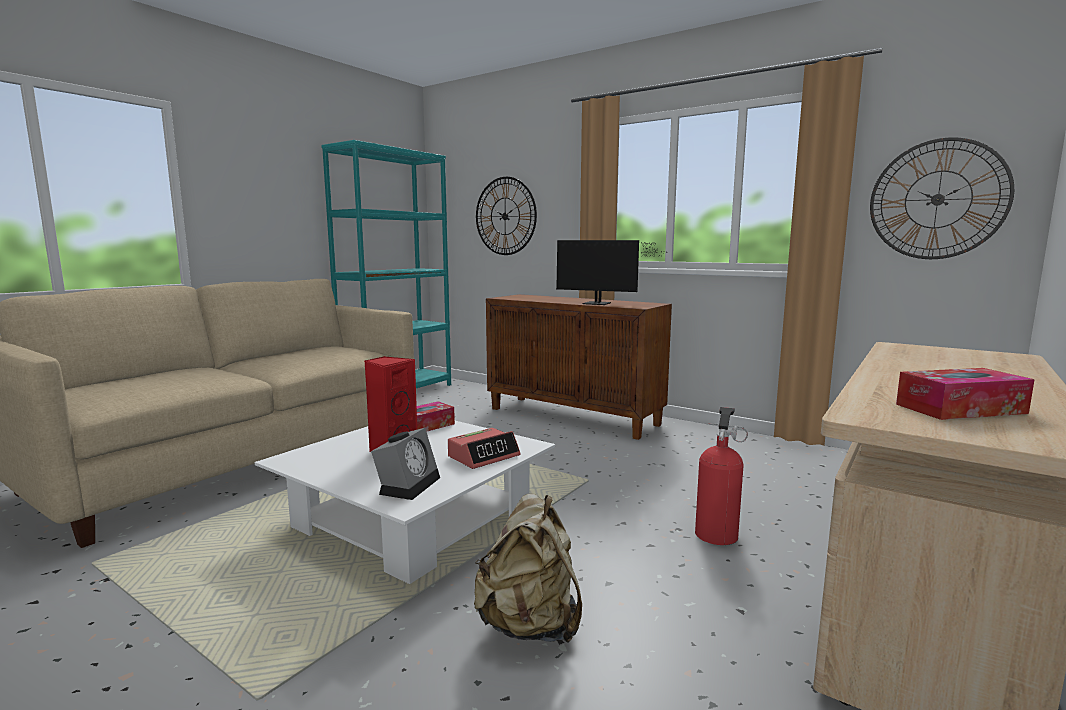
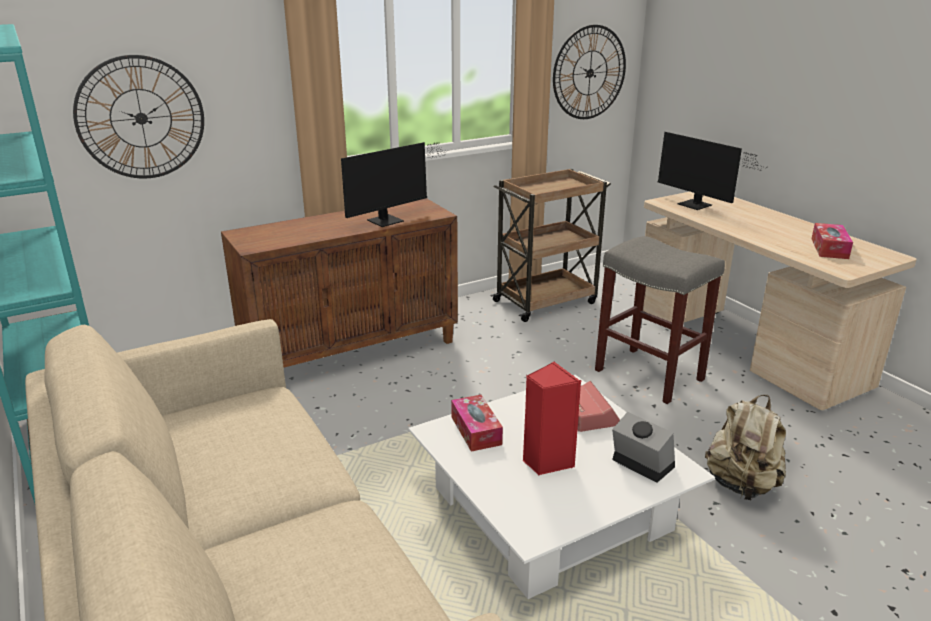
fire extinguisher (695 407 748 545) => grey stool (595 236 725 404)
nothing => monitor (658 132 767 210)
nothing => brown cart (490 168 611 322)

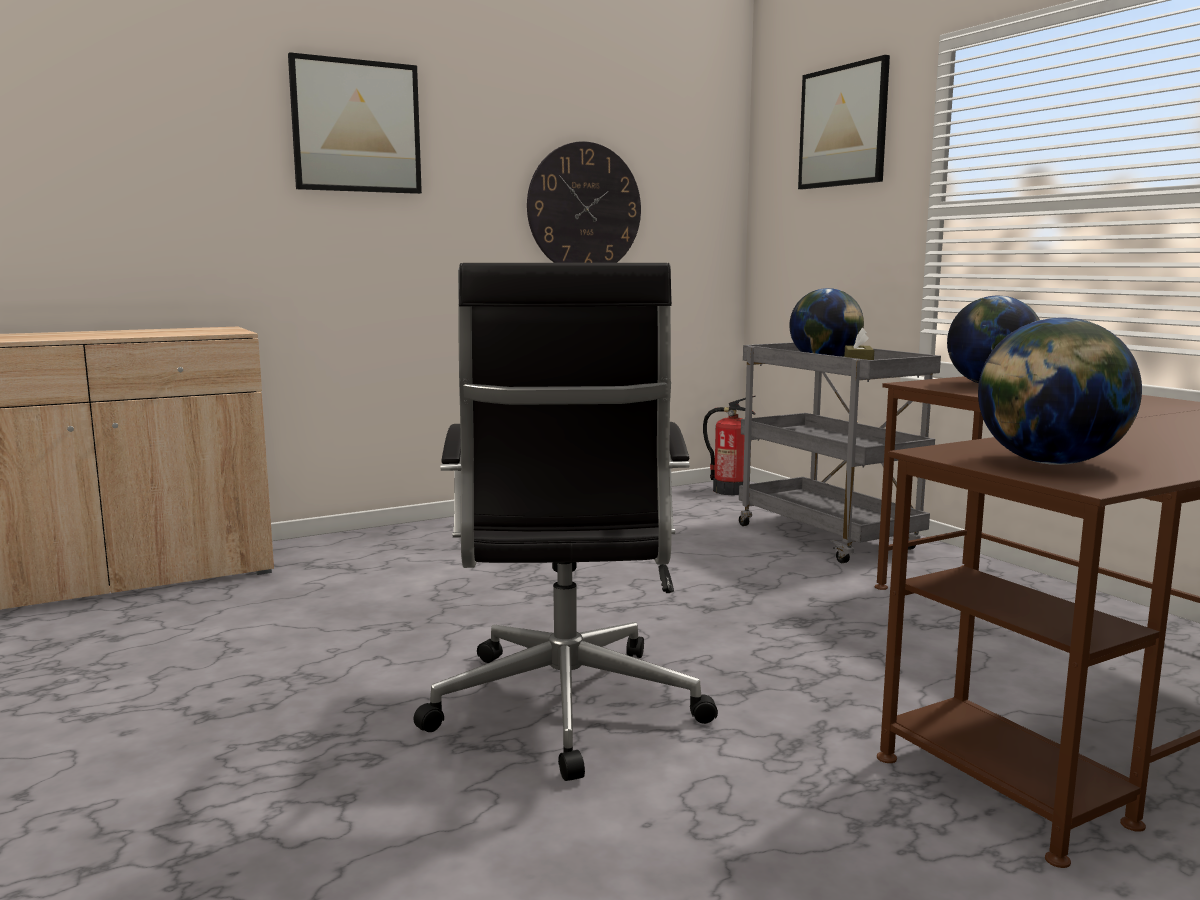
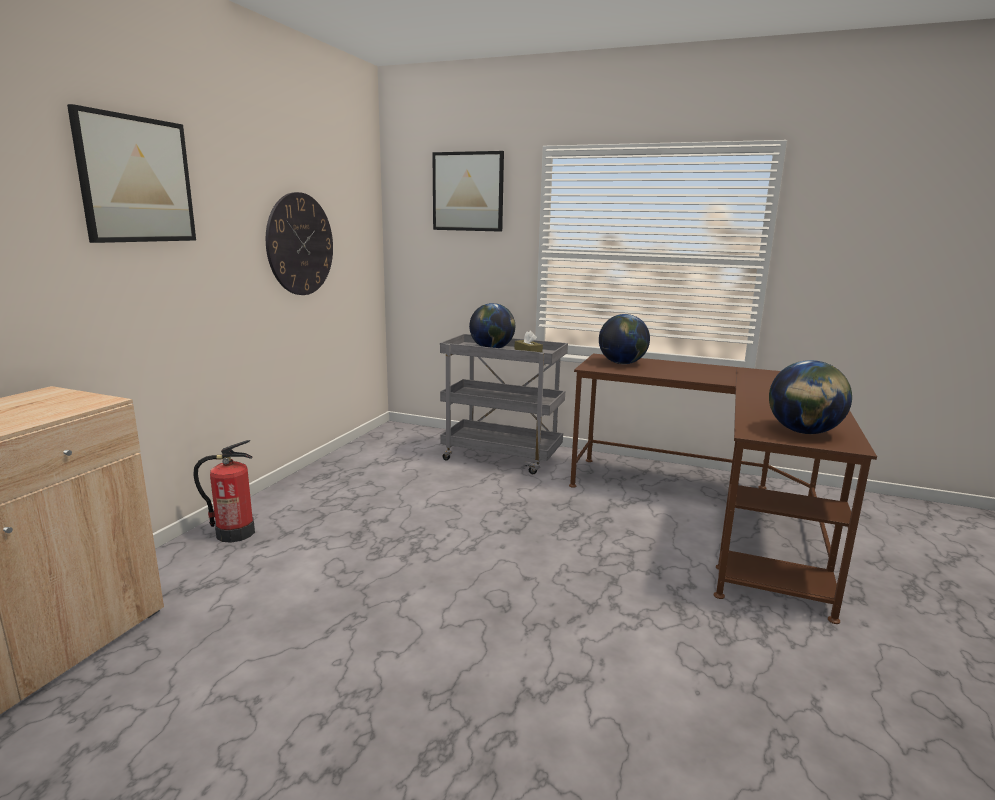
black office chair (413 263 718 781) => nothing
fire extinguisher (703 396 755 495) => fire extinguisher (193 440 255 543), move

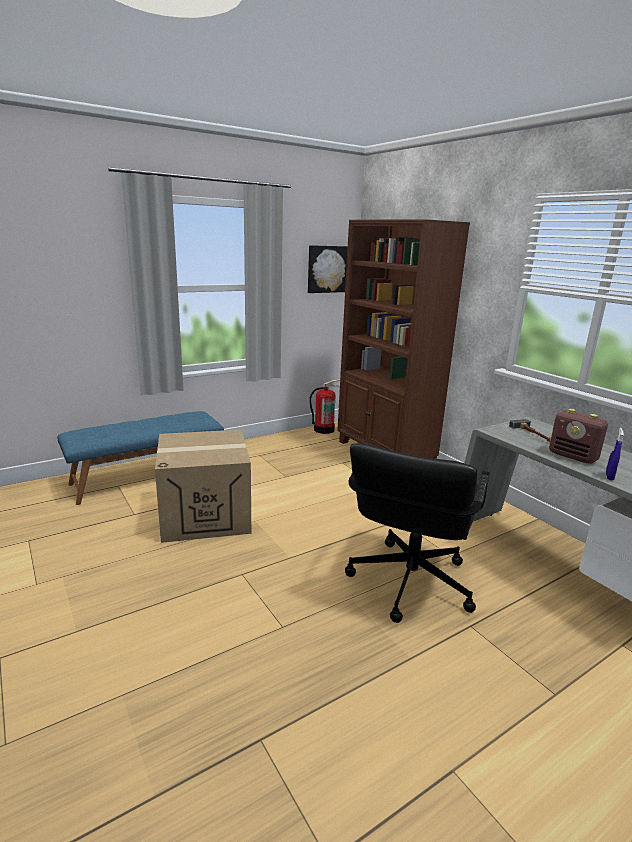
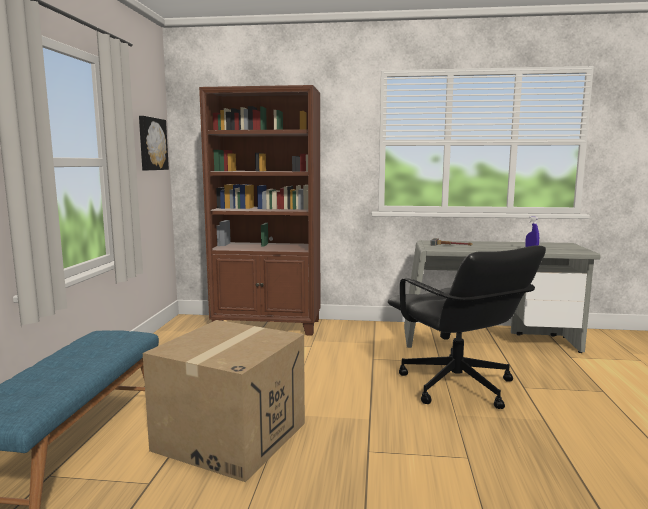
fire extinguisher (309 379 340 434) => nothing
radio (549 409 608 464) => nothing

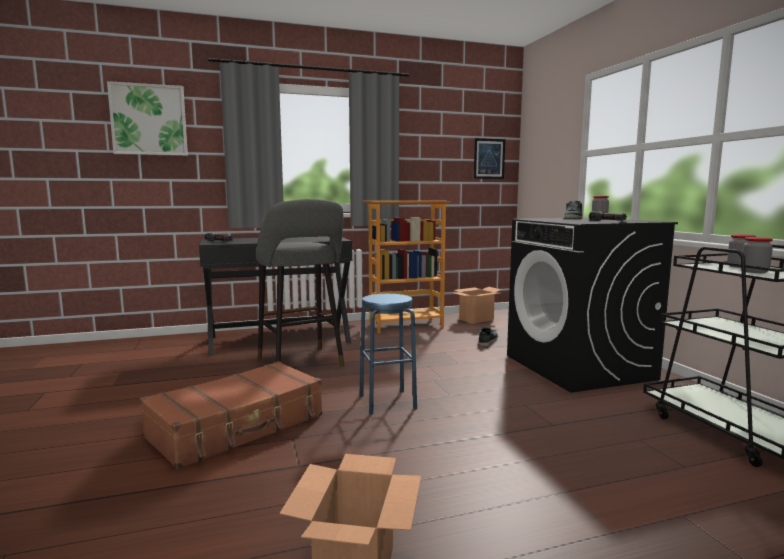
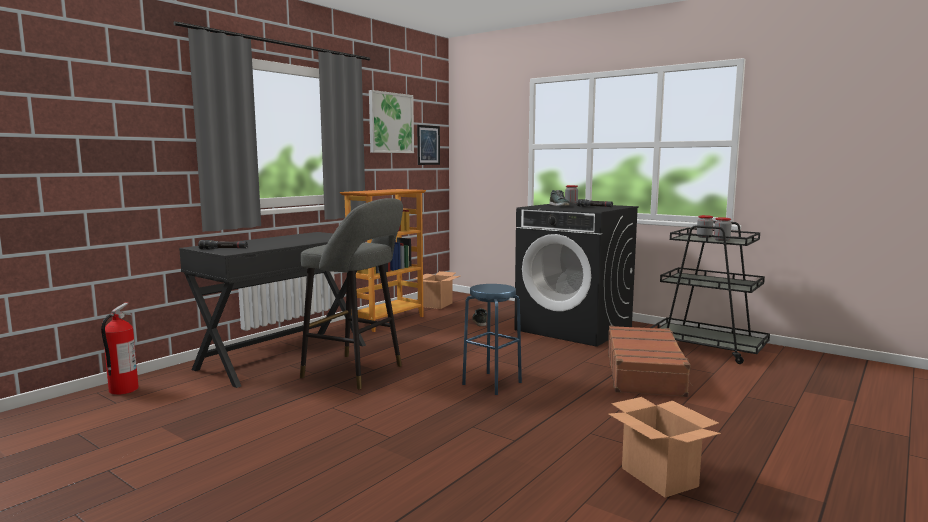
picture (107 81 188 156) => picture (369 90 414 153), move
brown suitcase (140 361 322 469) => brown suitcase (608 326 692 397), move
nothing => fire extinguisher (101 302 139 395)

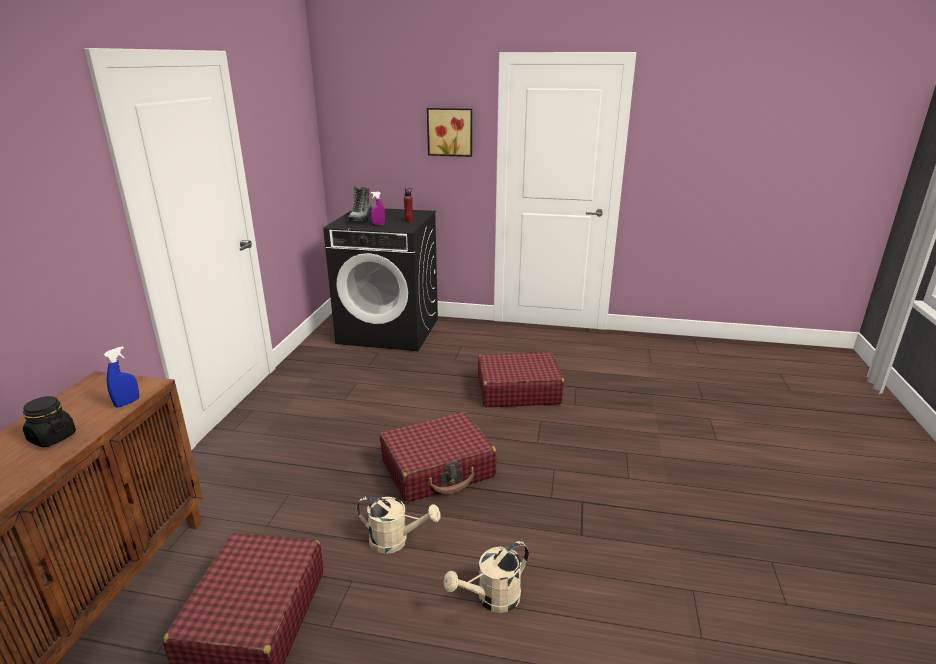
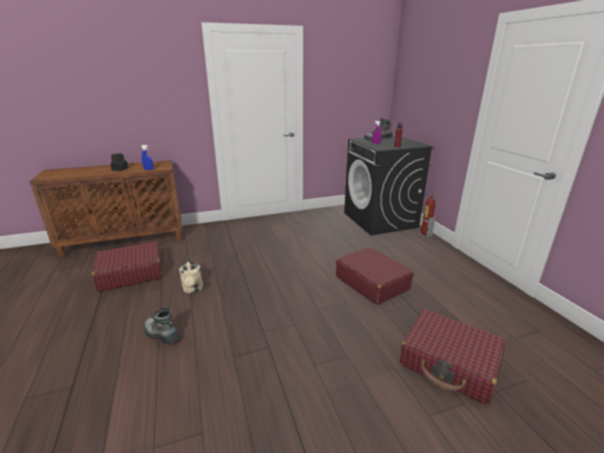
picture (427 108 472 157) => nothing
red suitcase (380 412 496 502) => red suitcase (400 309 506 405), move
beige watering can (443 541 529 613) => boot (144 306 180 345)
nothing => fire extinguisher (418 193 436 238)

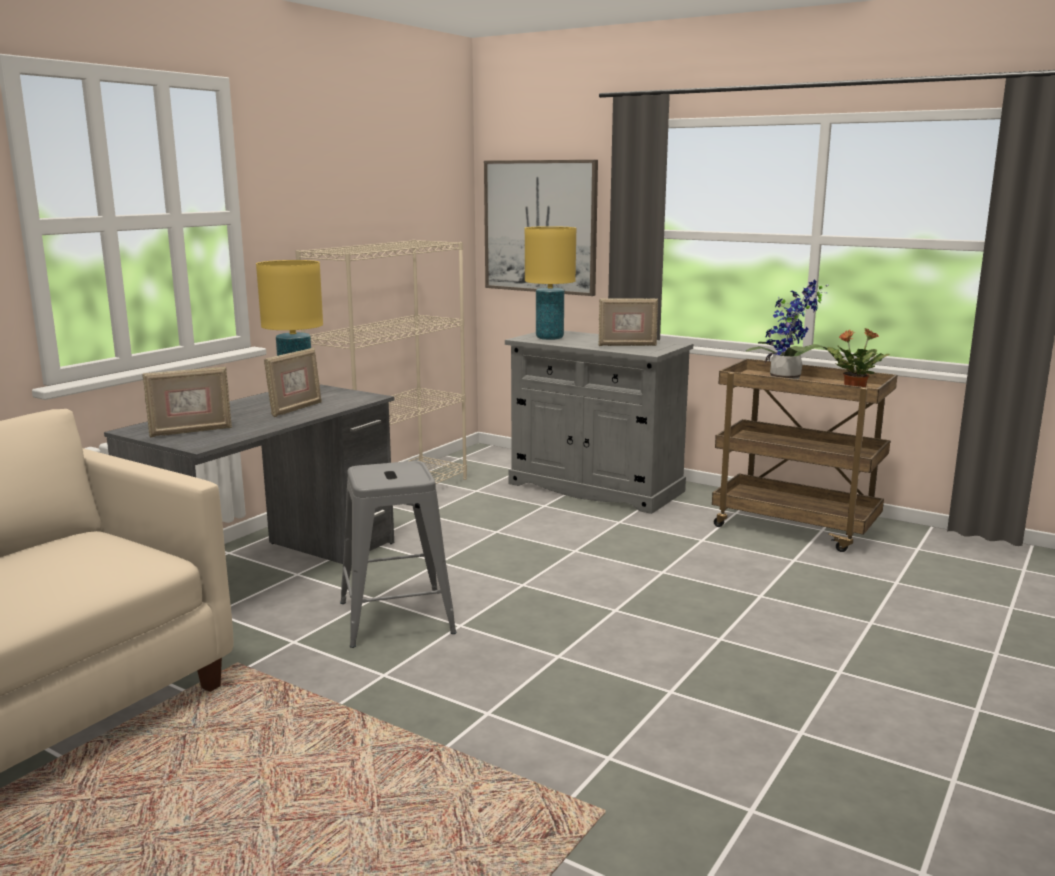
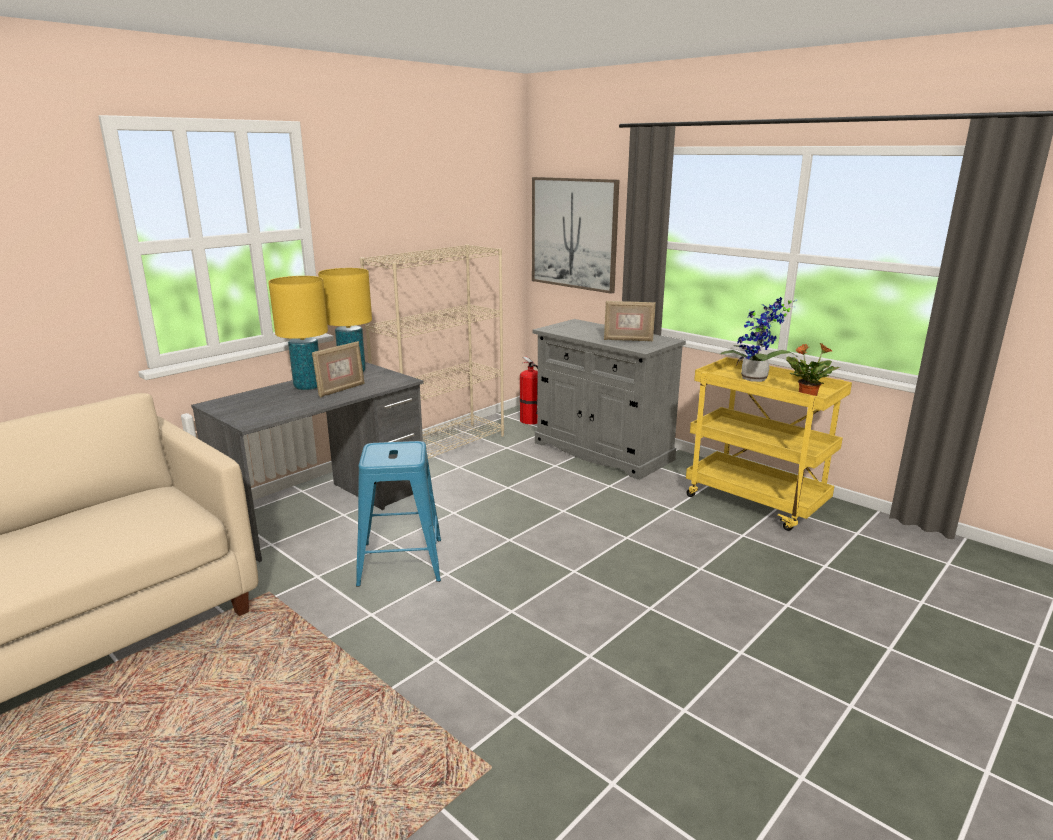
yellow table lamp (525 226 576 340) => yellow table lamp (268 276 328 390), move
brown cart (712 359 898 552) => yellow cart (686 357 852 531)
picture frame (142 366 232 437) => nothing
grey stool (340 461 456 648) => blue stool (356 441 441 587)
nothing => fire extinguisher (520 357 538 424)

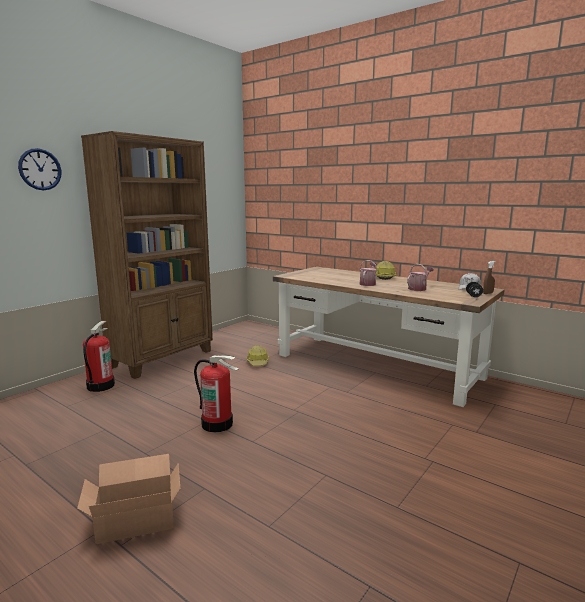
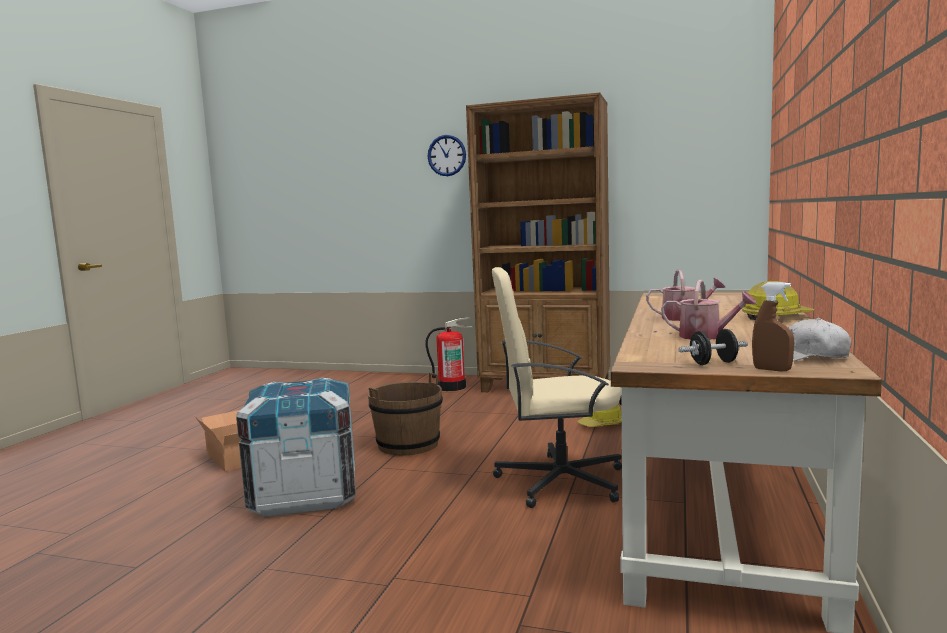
fire extinguisher (194 355 239 433) => brown bucket (368 373 443 456)
nothing => beige office chair (492 267 622 508)
nothing => crate (236 378 356 516)

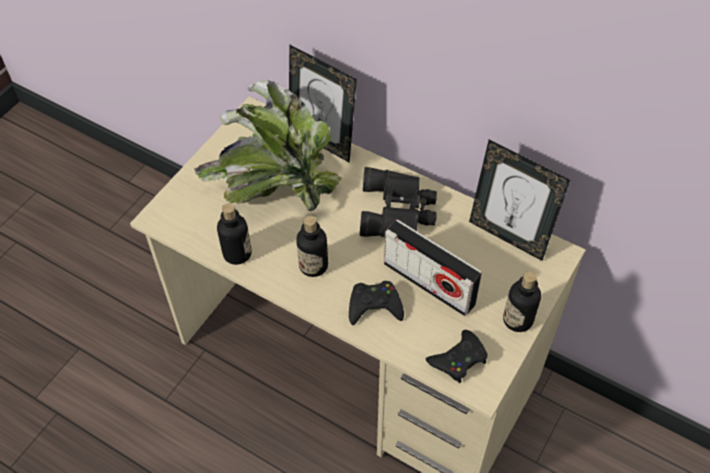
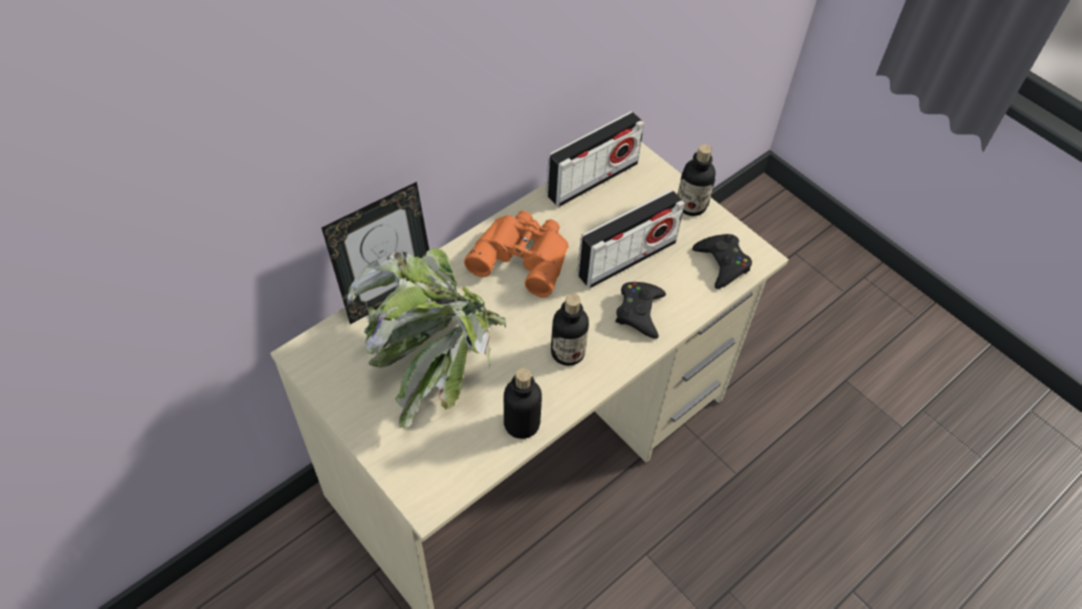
picture frame (469 140 570 261) => radio (546 111 644 207)
black binoculars (360 167 437 237) => orange binoculars (464 211 568 298)

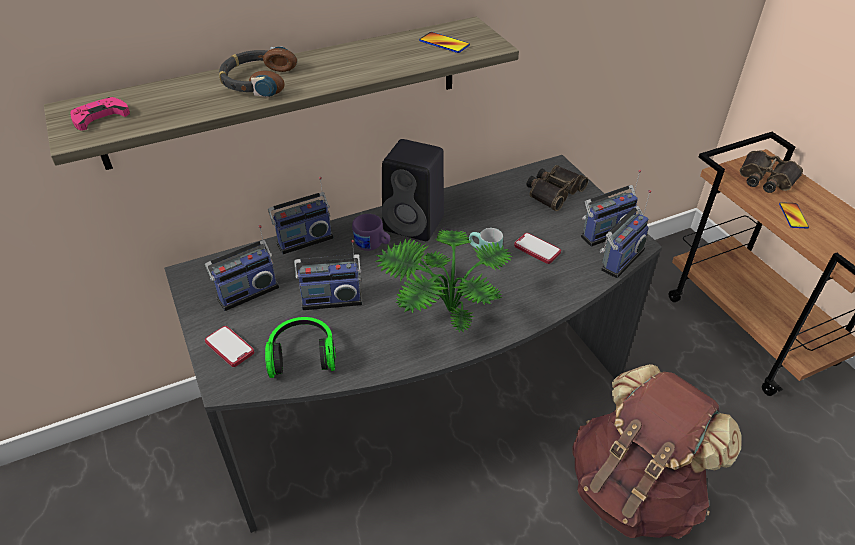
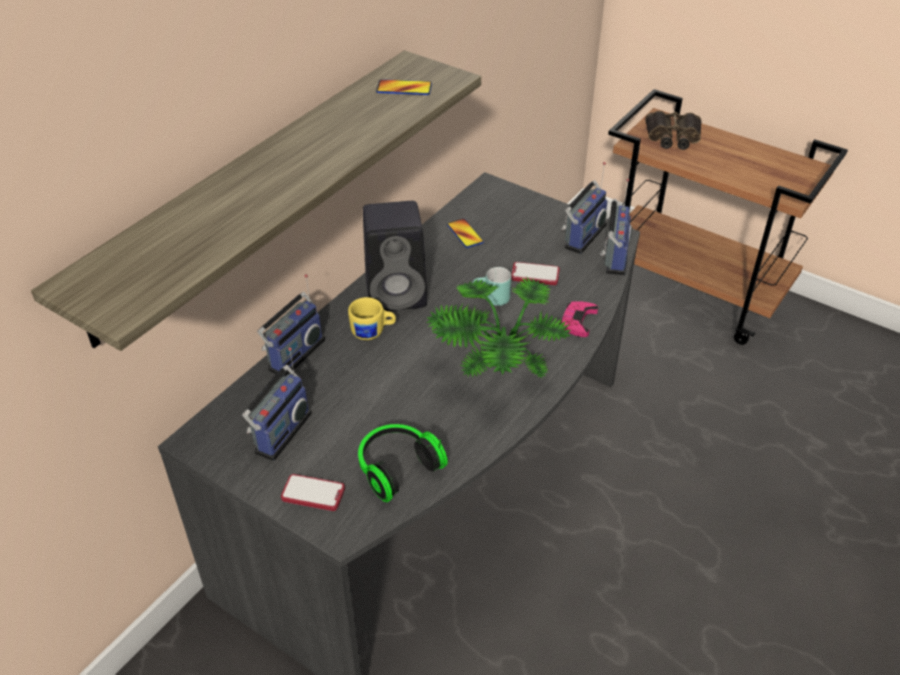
headphones (219 46 297 98) => nothing
pink game controller (70 97 130 131) => pink game controller (559 301 598 337), move
binoculars (526 165 588 211) => nothing
phone (779 202 809 228) => phone (447 218 484 248), move
purple mug (352 214 390 251) => yellow mug (348 297 396 340)
radio (294 240 362 310) => nothing
brown backpack (573 364 741 539) => nothing

